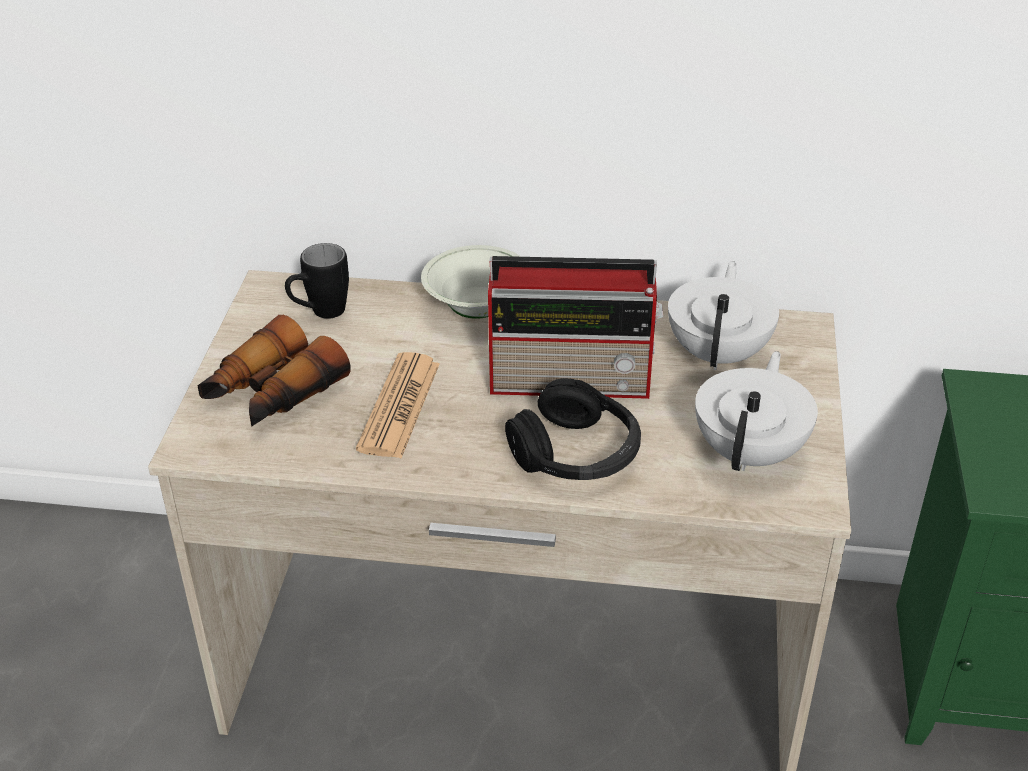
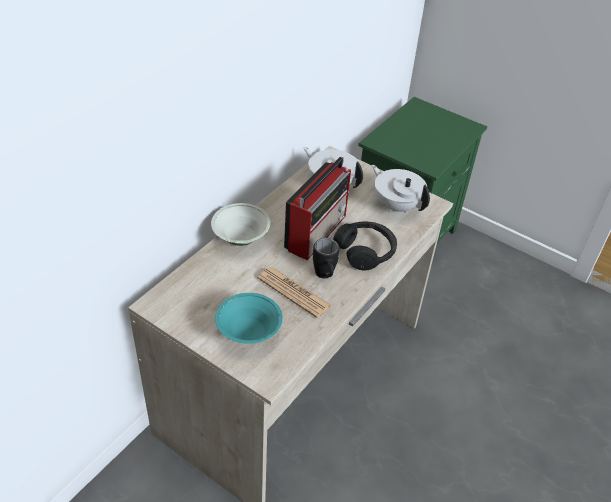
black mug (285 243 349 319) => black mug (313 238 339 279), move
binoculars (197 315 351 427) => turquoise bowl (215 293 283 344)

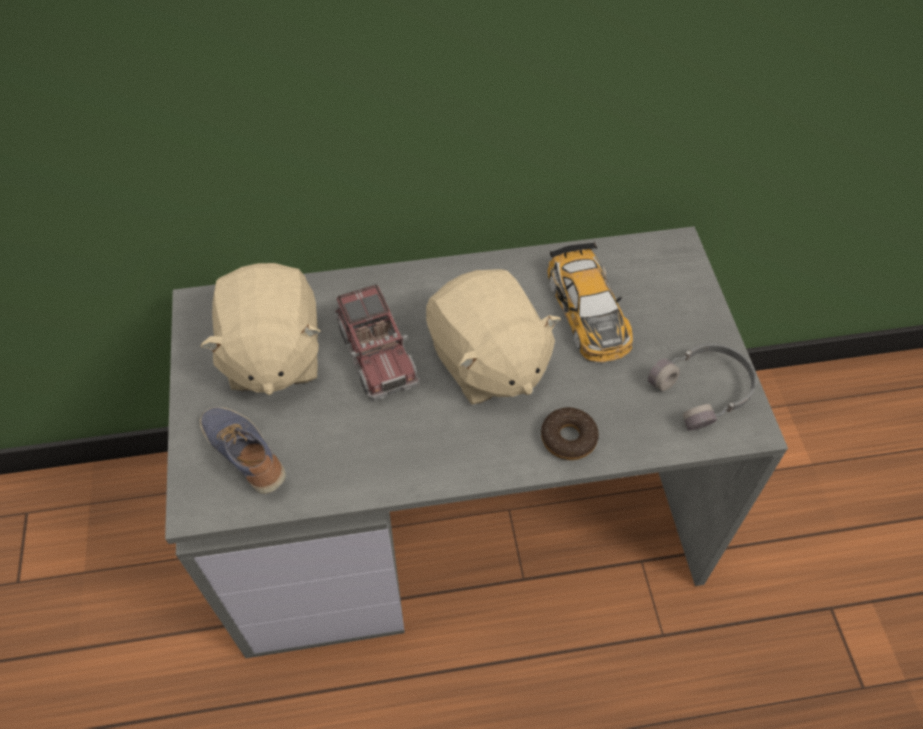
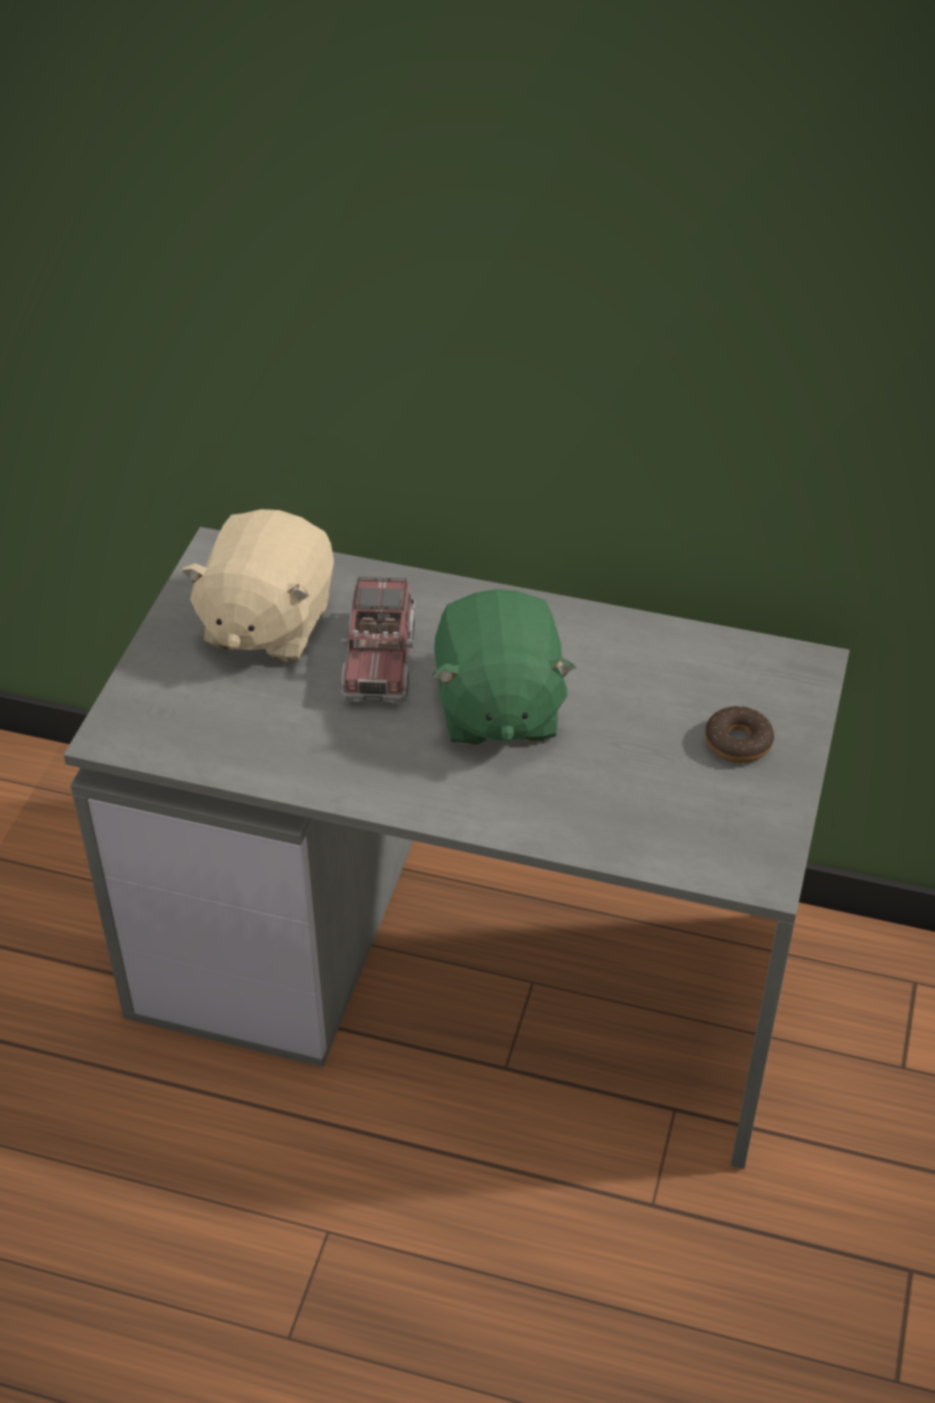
toy car (547 242 633 363) => nothing
beige plush toy (426 269 561 405) => green plush toy (432 589 576 745)
grey headphones (648 343 757 430) => nothing
shoe (200 407 286 494) => nothing
donut (541 407 599 460) => donut (705 706 774 763), move

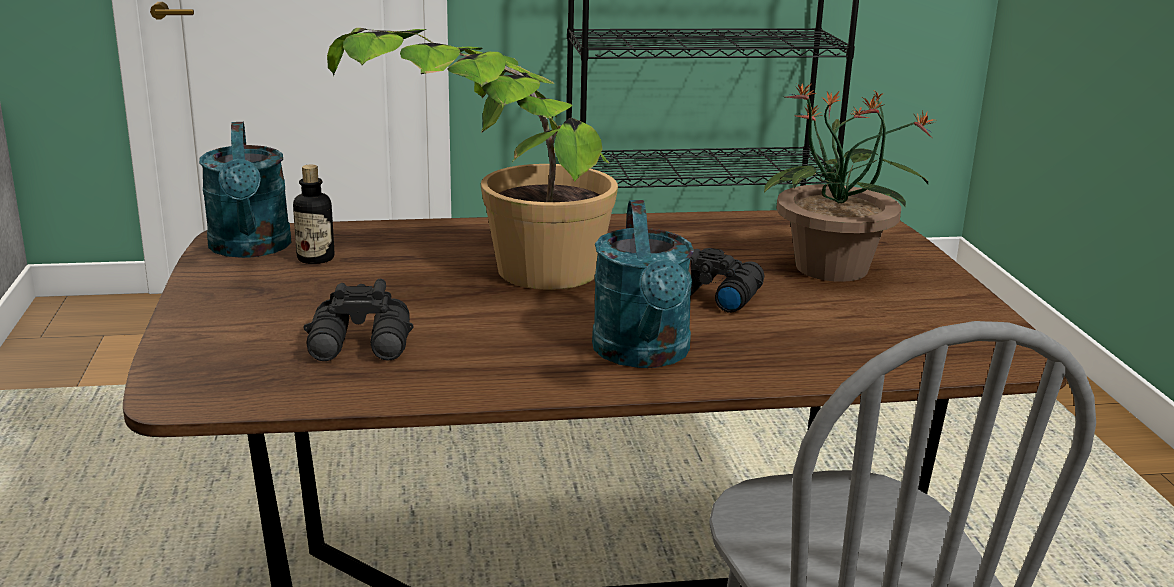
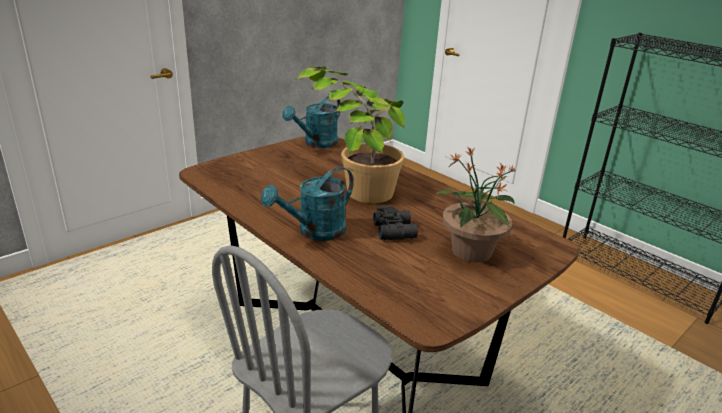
bottle (293 165 334 264) => nothing
black binoculars (303 279 414 361) => nothing

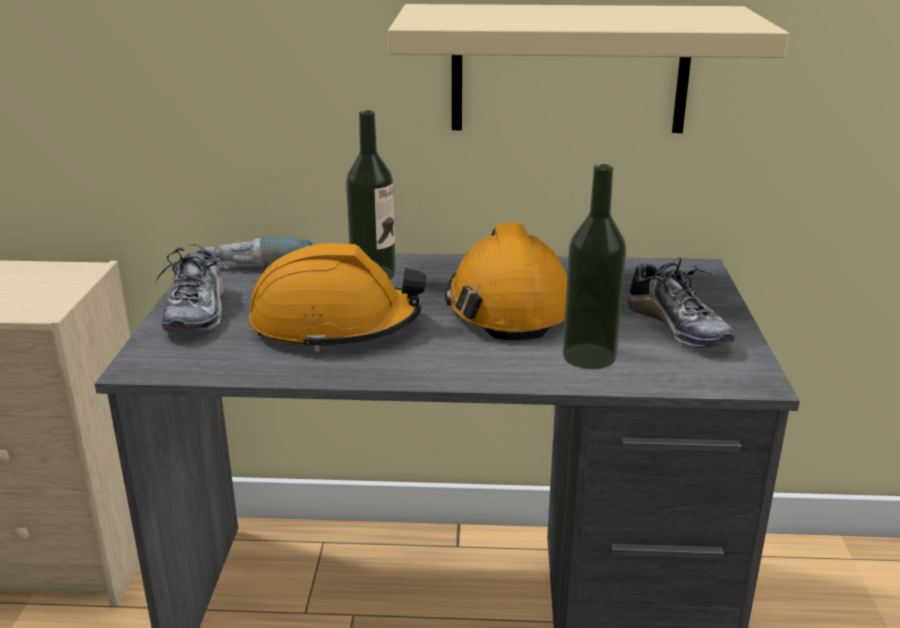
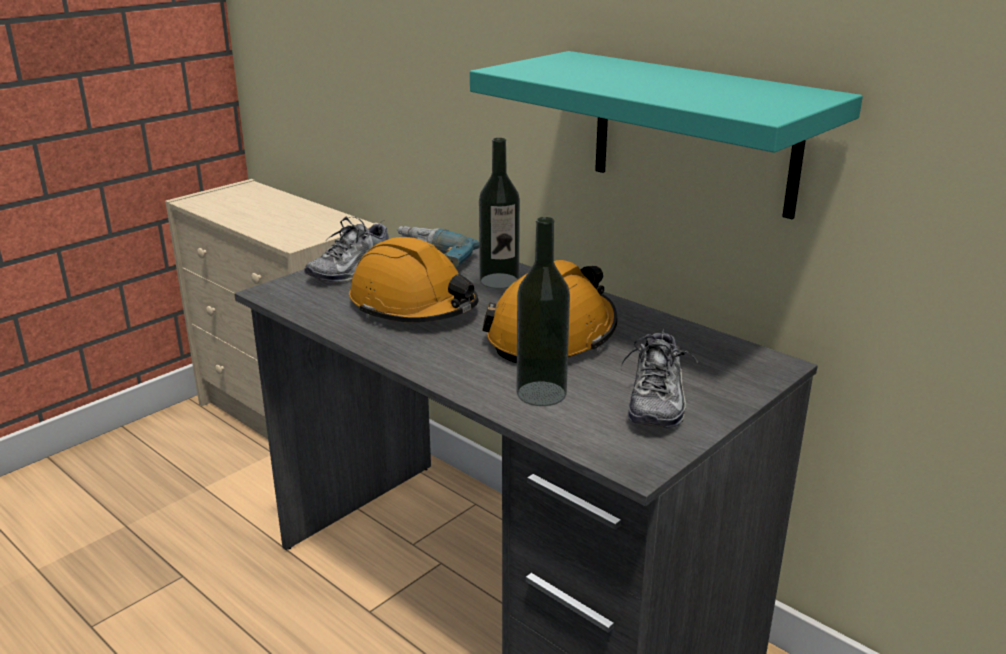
beige shelf (388 4 789 133) => turquoise shelf (470 51 863 219)

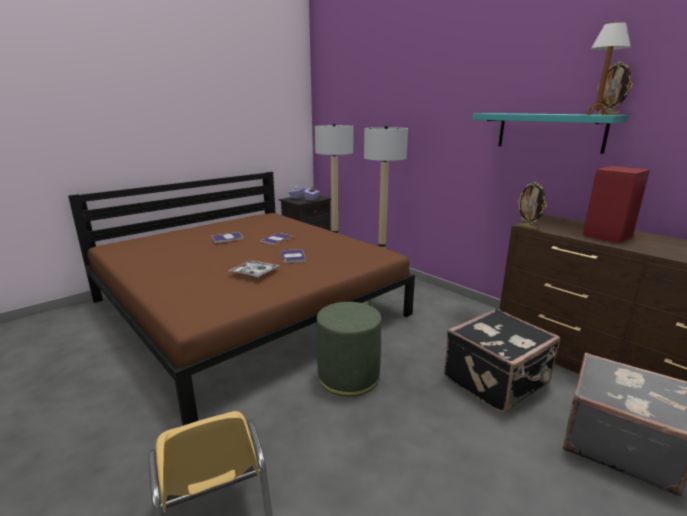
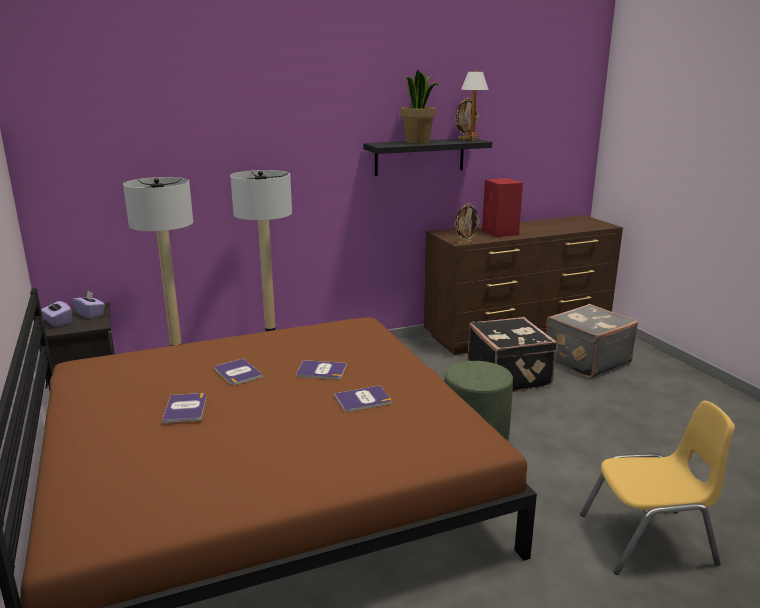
turquoise shelf (472 113 629 154) => black shelf (363 138 492 176)
tray (228 260 280 278) => book (334 385 391 412)
nothing => potted plant (401 70 440 144)

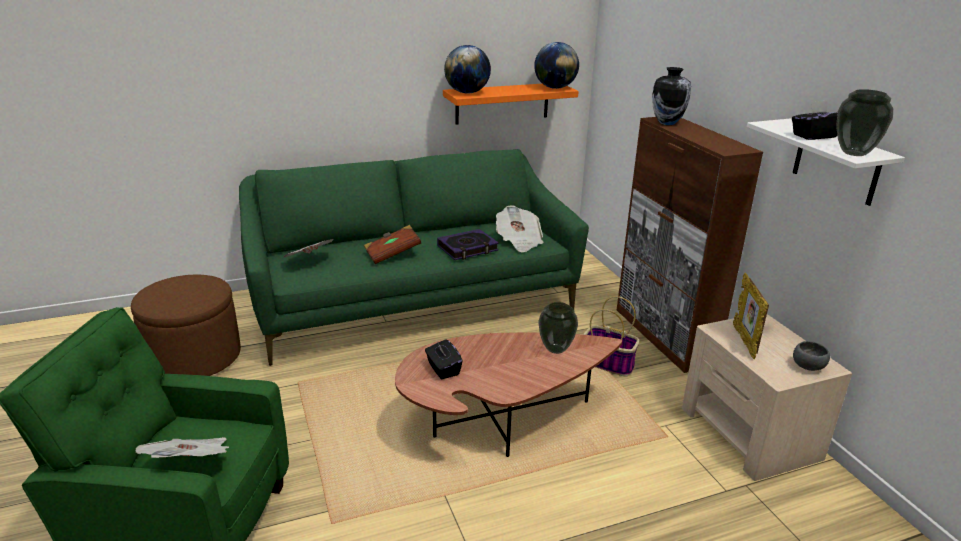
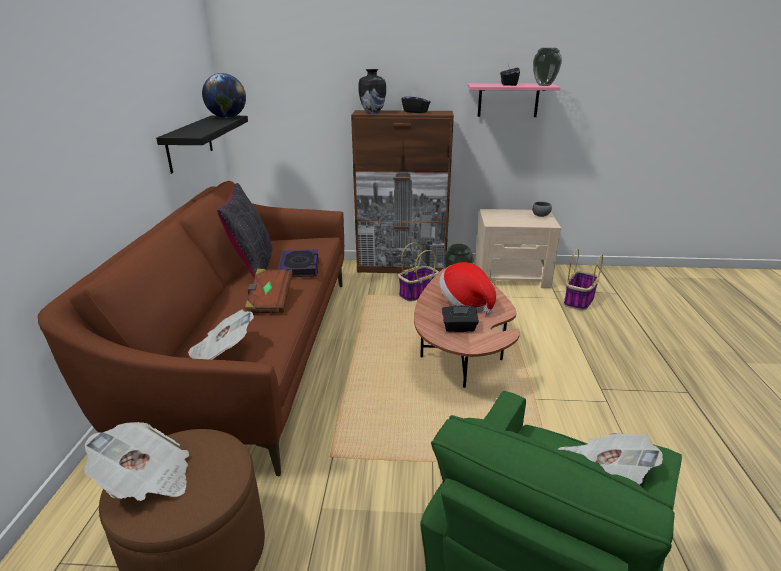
globe (444 45 491 94) => nothing
orange shelf (443 84 579 125) => black shelf (156 115 248 174)
white shelf (747 118 905 206) => pink shelf (468 83 561 117)
green sofa (239 149 589 366) => brown sofa (38 181 344 476)
newspaper (496 205 543 253) => newspaper (84 422 189 501), move
picture frame (733 273 769 359) => nothing
nothing => black tissue box (401 90 430 113)
nothing => black pillow (217 183 273 278)
nothing => basket (564 249 603 310)
nothing => hat (439 262 496 315)

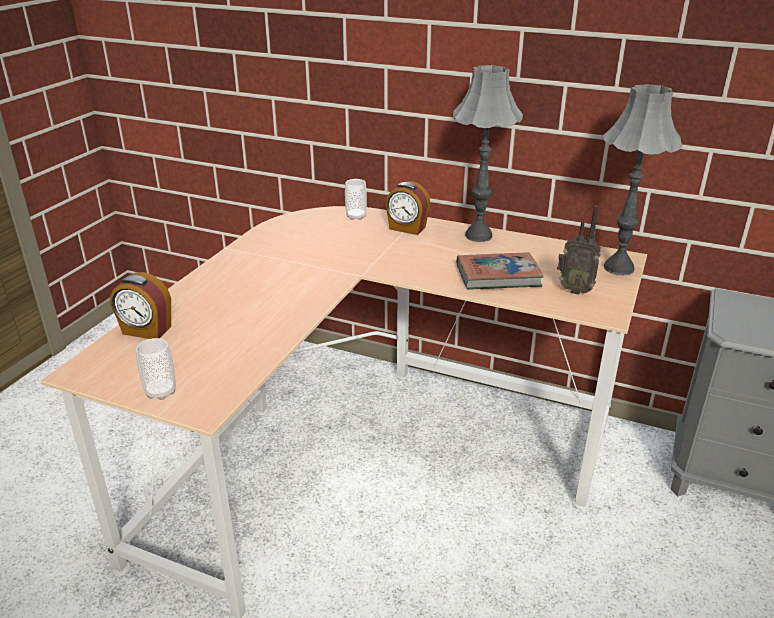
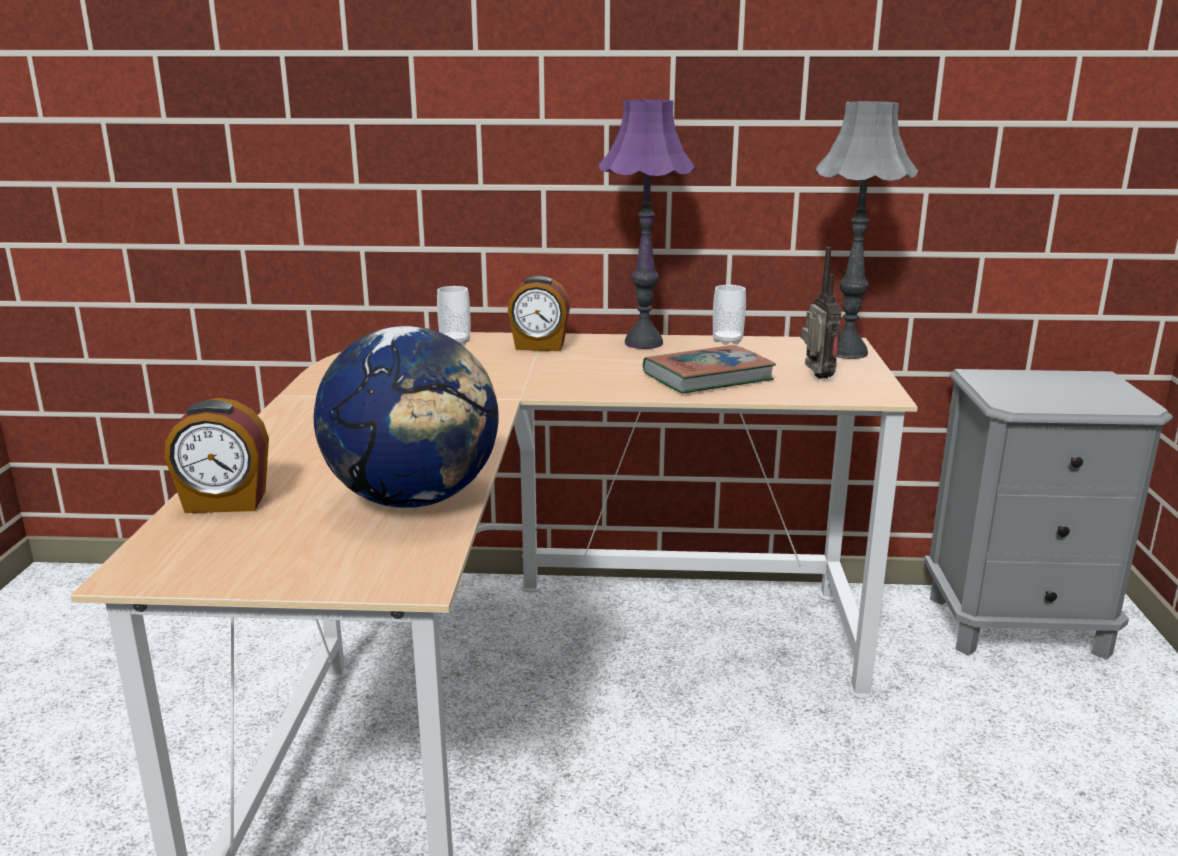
grey table lamp (453 65 523 242) => purple table lamp (599 99 695 349)
radio (557 206 601 295) => radio (800 247 841 379), 105 degrees counterclockwise
cup (135 338 176 400) => cup (713 285 746 345), move
nothing => globe (314 326 499 508)

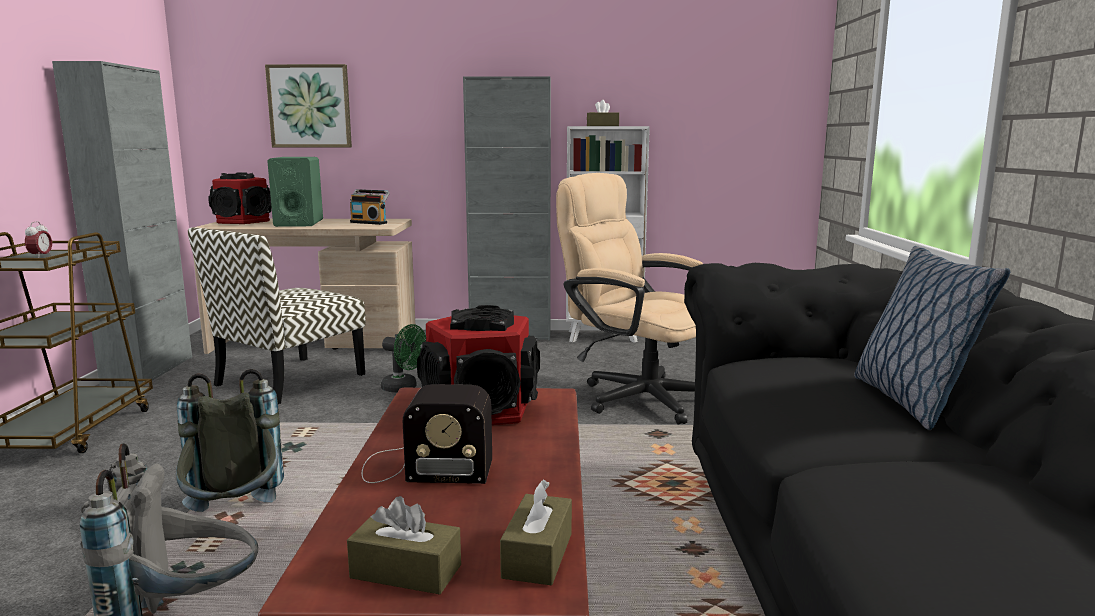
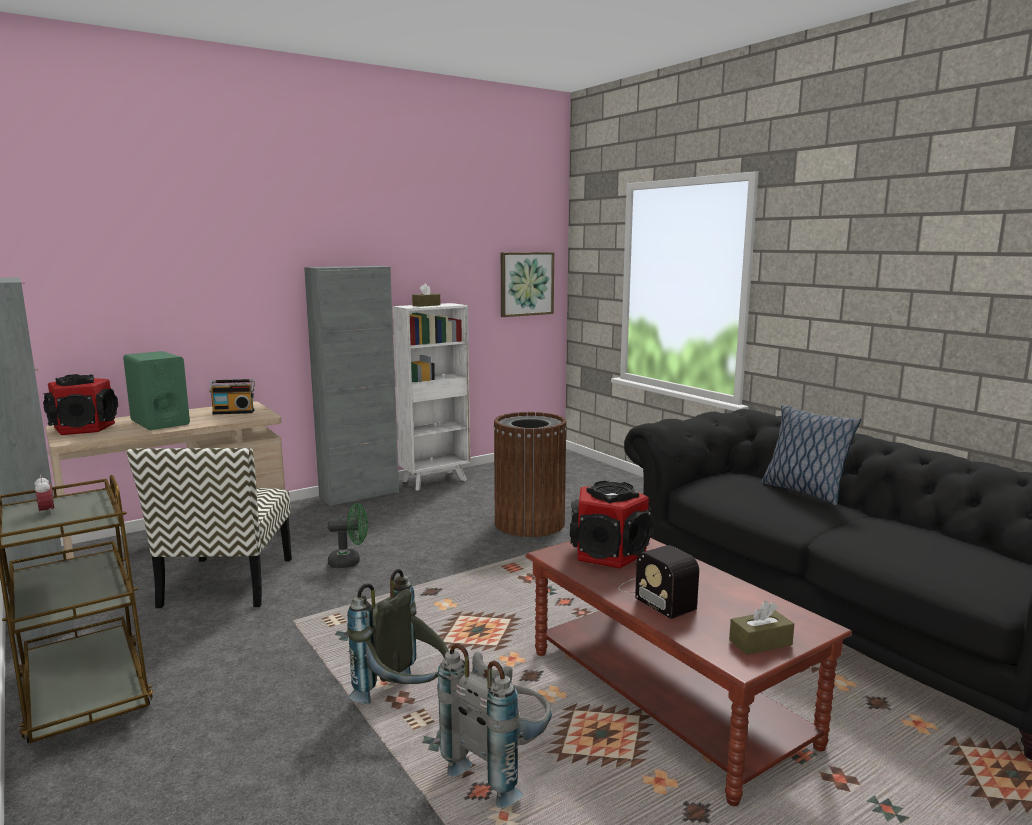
picture (265 64 352 147) => picture (501 252 554 317), move
beige office chair (556 173 703 425) => brown trash can (493 412 567 537)
radio (362 384 492 484) => radio (619 545 699 619), 90 degrees clockwise
brown tissue box (500 479 572 585) => nothing

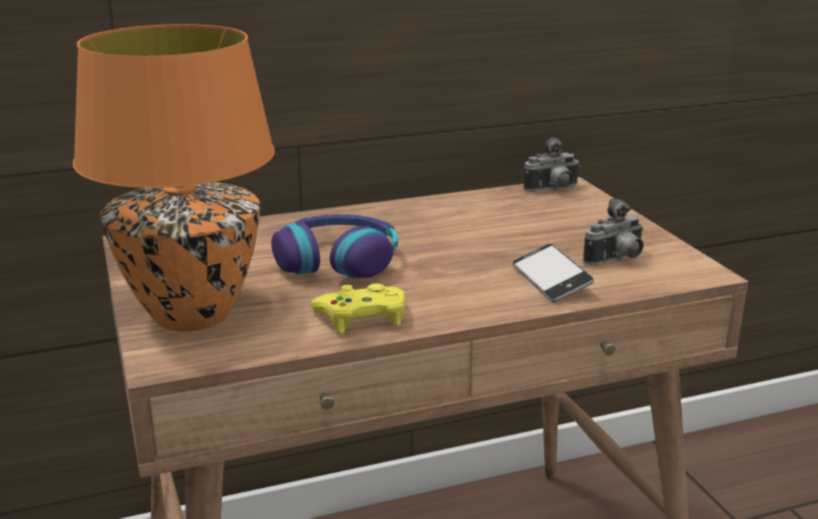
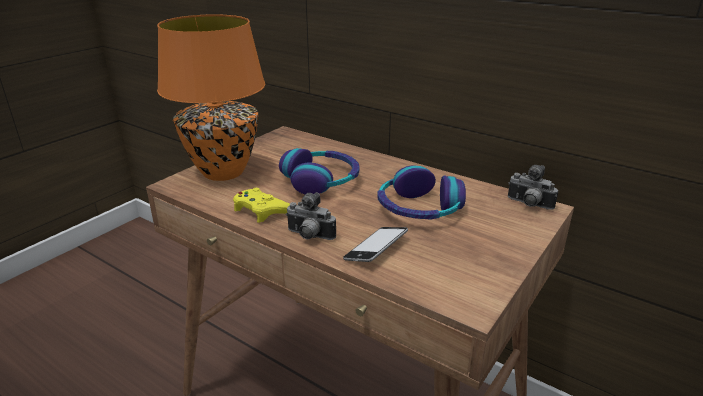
photo camera (583 198 644 265) => photo camera (286 192 336 240), move
nothing => headphones (377 165 466 220)

